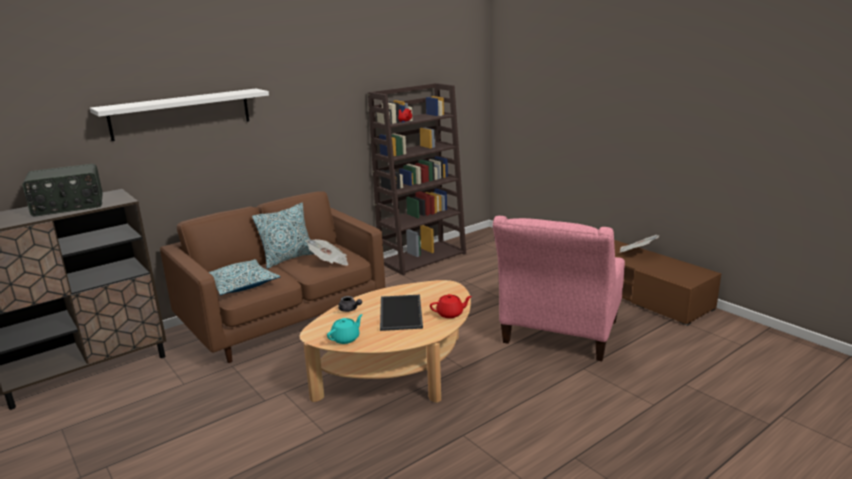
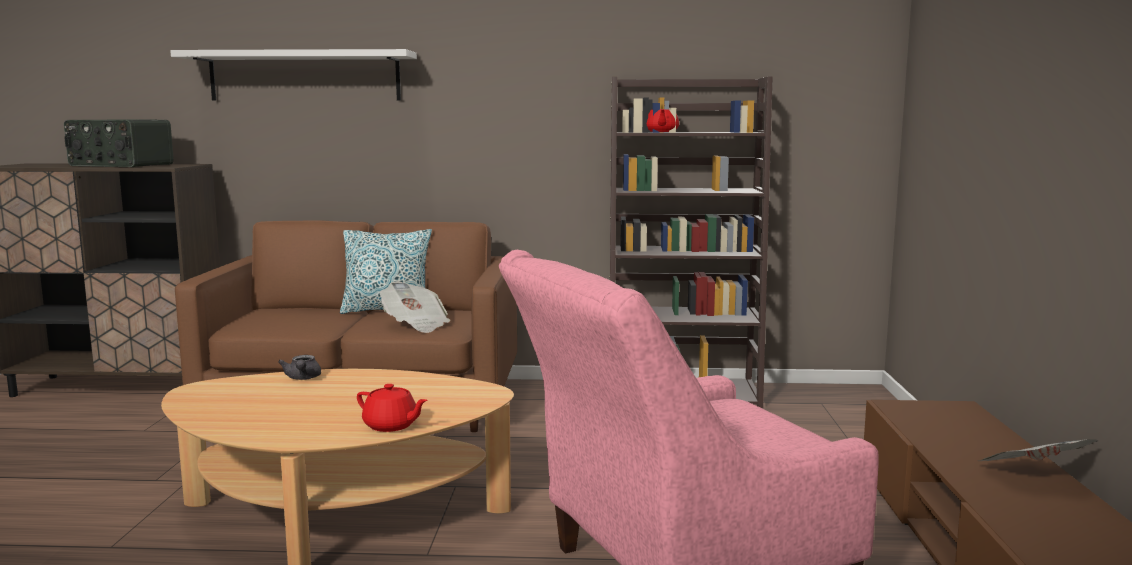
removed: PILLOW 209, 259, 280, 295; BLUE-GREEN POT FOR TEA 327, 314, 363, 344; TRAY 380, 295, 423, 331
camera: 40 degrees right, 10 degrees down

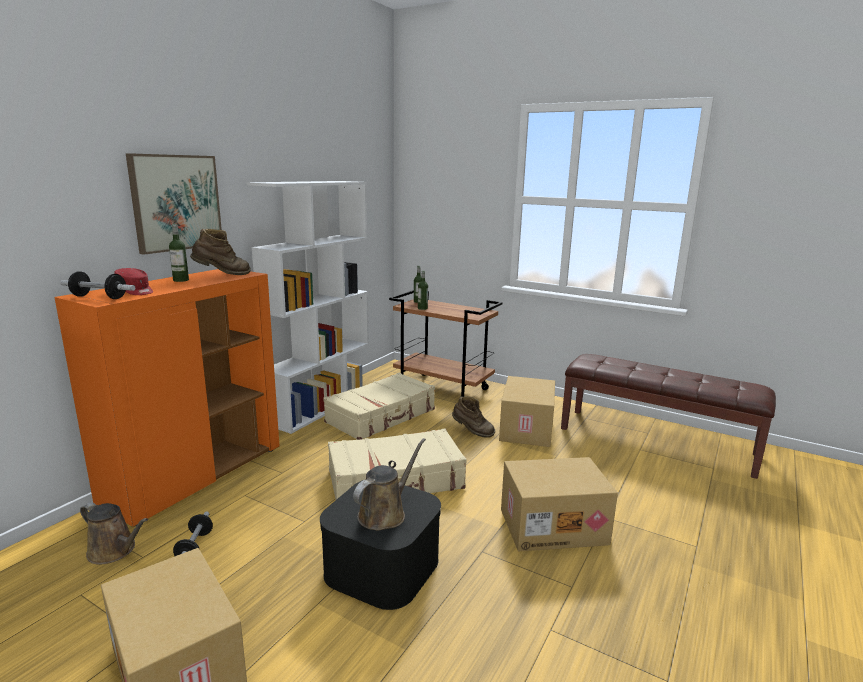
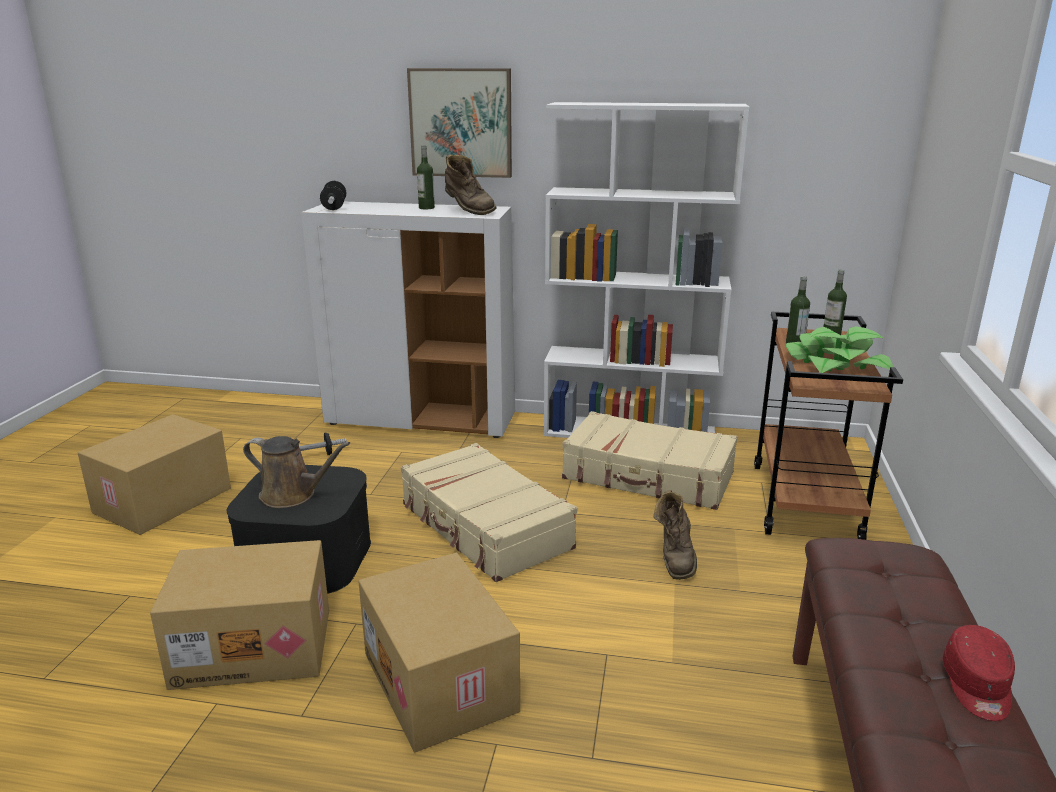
removed: BROWN WATERING POT 80, 502, 148, 564
added: PLANT IN A POT 786, 326, 893, 373
moved: REDDISH BASEBALL CAP 114, 268, 153, 295 to 943, 625, 1015, 721; CARTON 499, 376, 555, 447 to 150, 540, 329, 690
recoloured: ORANGE-COLOURED CUPBOARD 54, 269, 280, 527 to WHITE CUPBOARD 301, 202, 515, 438
camera: 70 degrees right, 5 degrees up

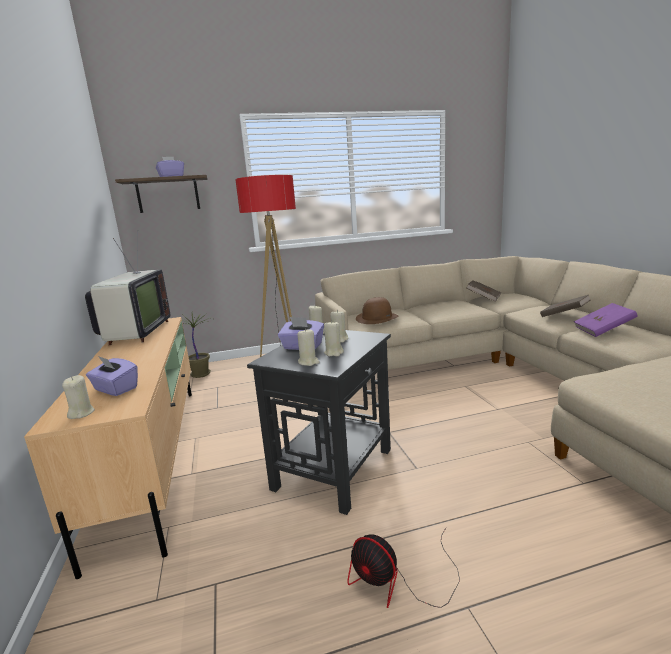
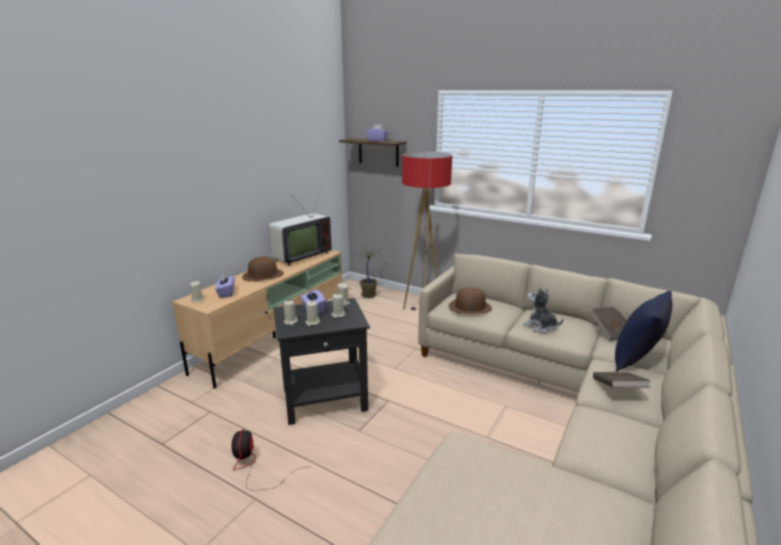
removed: PURPLISH BOUND BOOK 574, 303, 637, 337
added: BROWN CLOTHING HAT 242, 256, 284, 282; CUDDLY TOY 523, 288, 564, 333; BLUE PILLOW 615, 291, 672, 371
camera: 45 degrees right, 5 degrees up

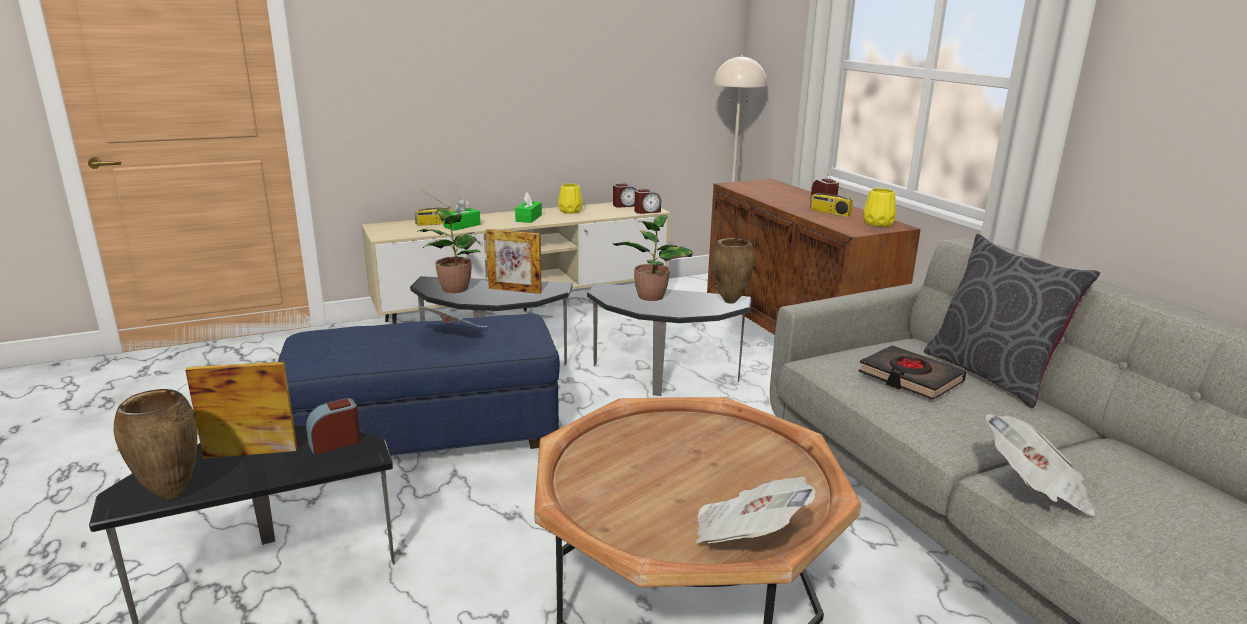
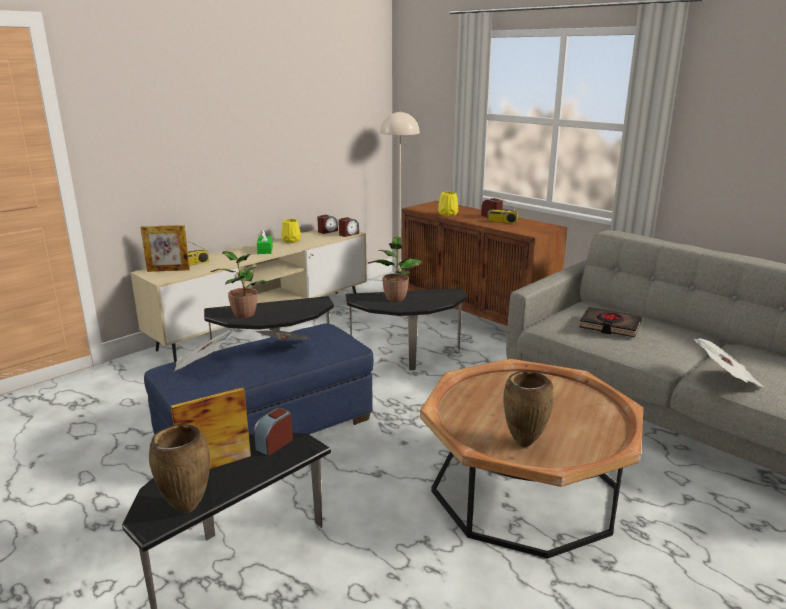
removed: GREENISH TISSUE BOX 443, 199, 480, 231; GREY PILLOW 924, 234, 1100, 408
moved: PHOTO FRAME 486, 229, 542, 294 to 141, 225, 190, 272; PRINTED PAPER 696, 477, 815, 543 to 173, 330, 233, 372; BROWN FLOWER VASE 712, 238, 754, 304 to 504, 371, 554, 447; YELLOWISH FLOWER VASE 863, 188, 896, 227 to 438, 192, 458, 216
camera: 20 degrees left, 0 degrees up

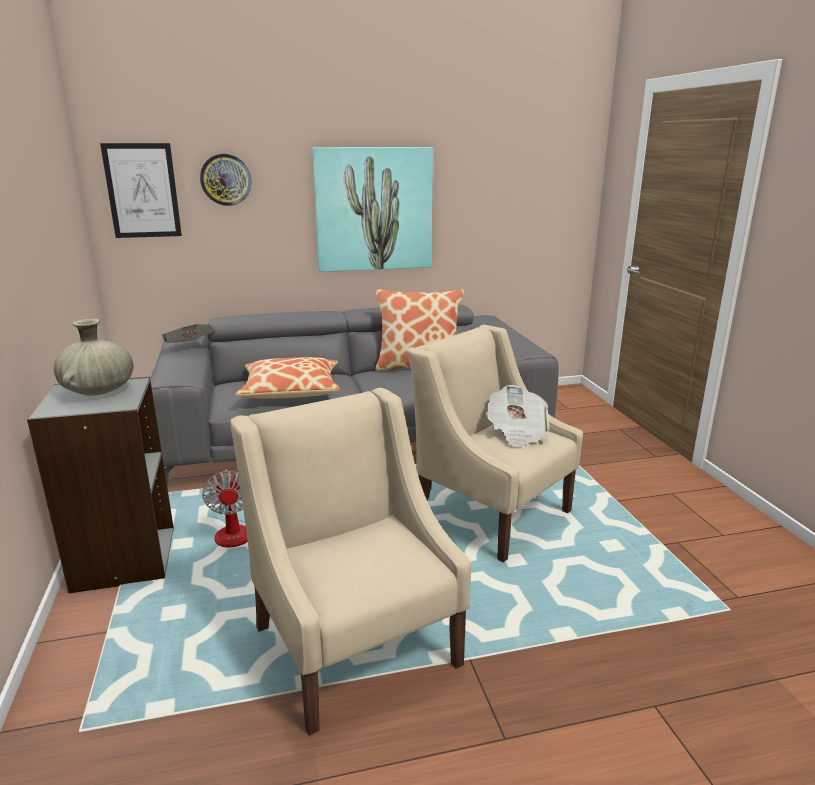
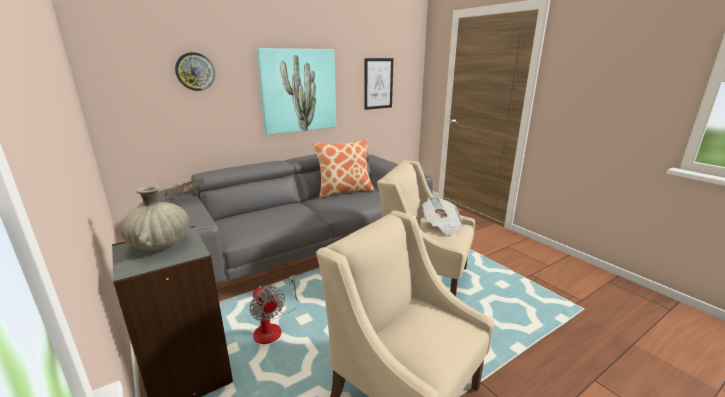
removed: PILLOW 235, 357, 341, 399
moved: WALL ART 100, 143, 182, 238 to 364, 58, 393, 110
camera: 20 degrees left, 0 degrees up

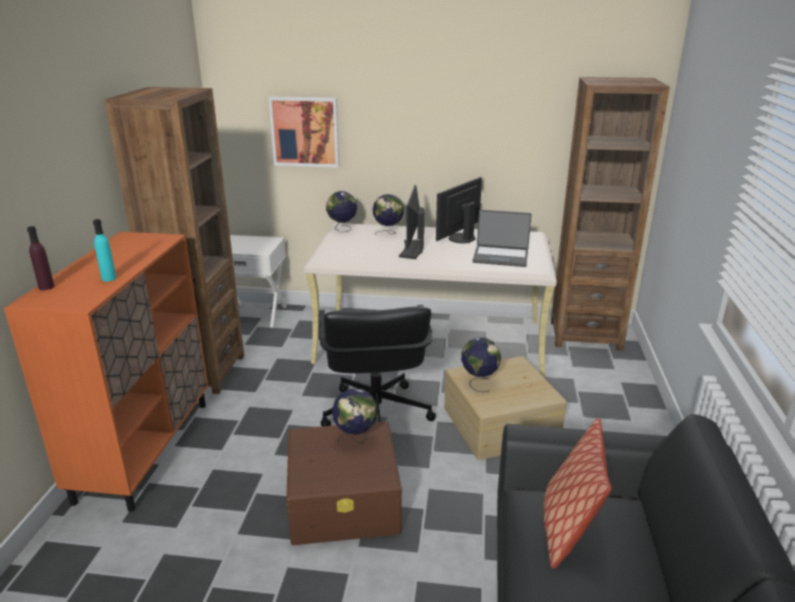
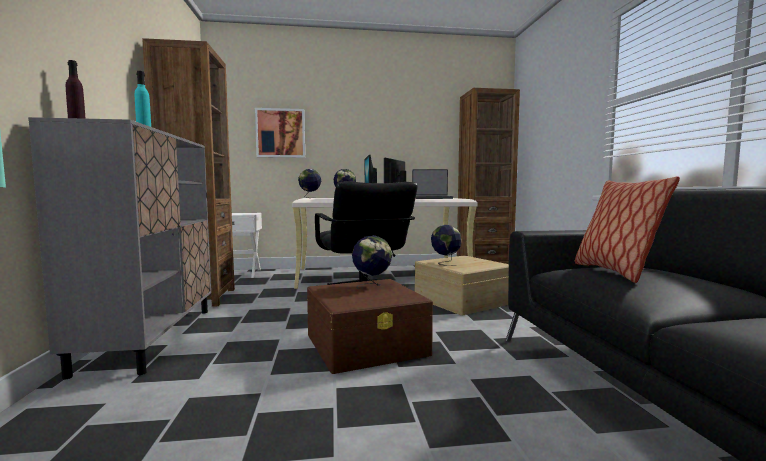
recoloured: ORANGE-COLOURED CUPBOARD 4, 232, 208, 512 to GREY CUPBOARD 28, 117, 211, 380
camera: 15 degrees left, 20 degrees down

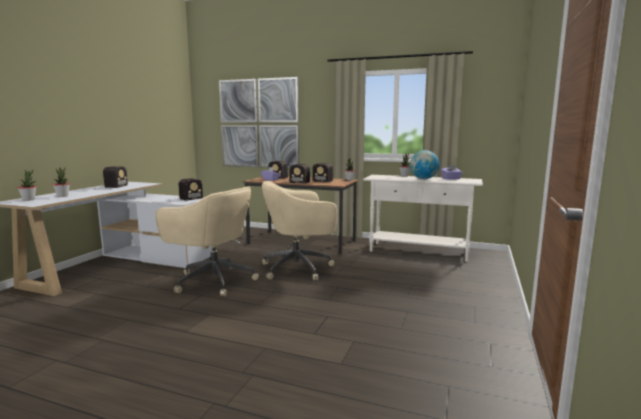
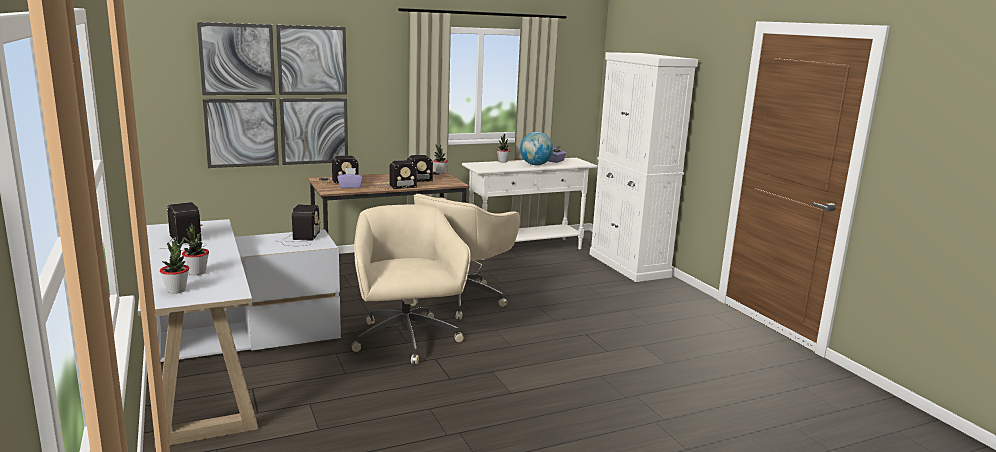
added: WHITE CUPBOARD 590, 52, 698, 282
turned: SAND-COLOURED DESK CHAIR 155, 186, 259, 296 = 352, 205, 471, 364 90 degrees counterclockwise
camera: 45 degrees left, 5 degrees up

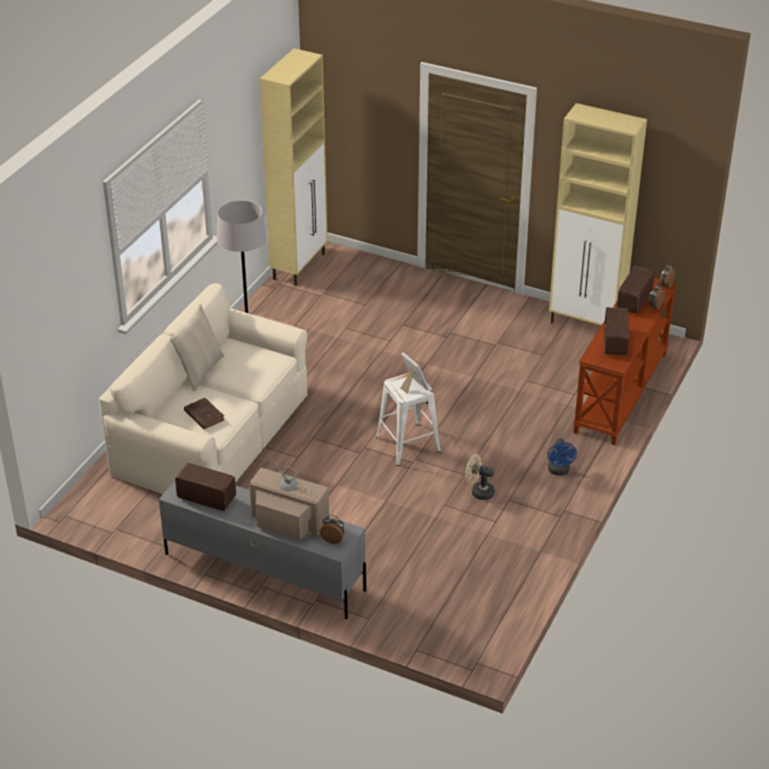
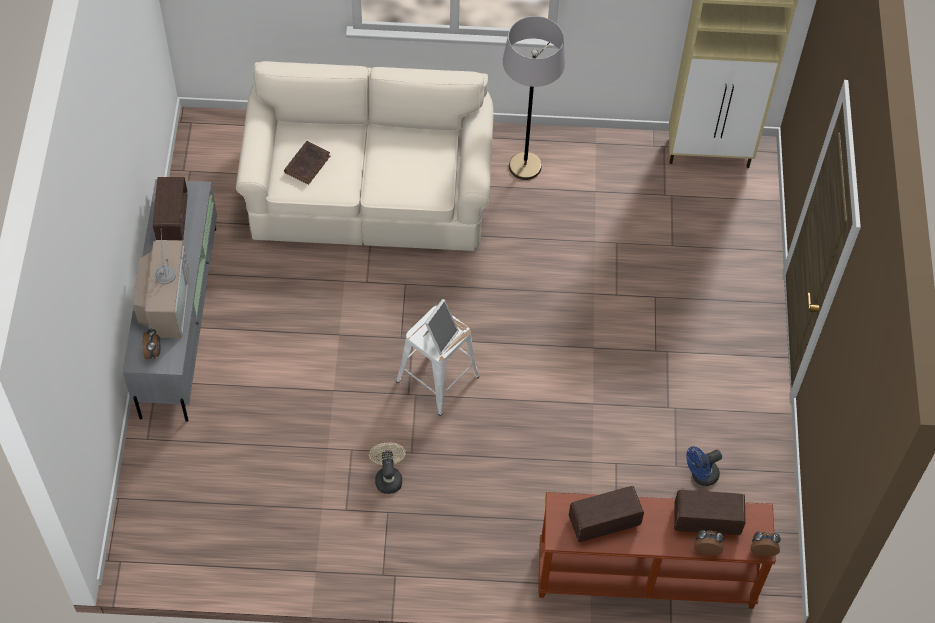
removed: SAND-COLOURED PILLOW 170, 304, 224, 391; SAND-COLOURED CUPBOARD 549, 103, 647, 325
moved: BLUE COOLING FAN 547, 438, 577, 475 to 686, 446, 722, 486
camera: 65 degrees right, 20 degrees up

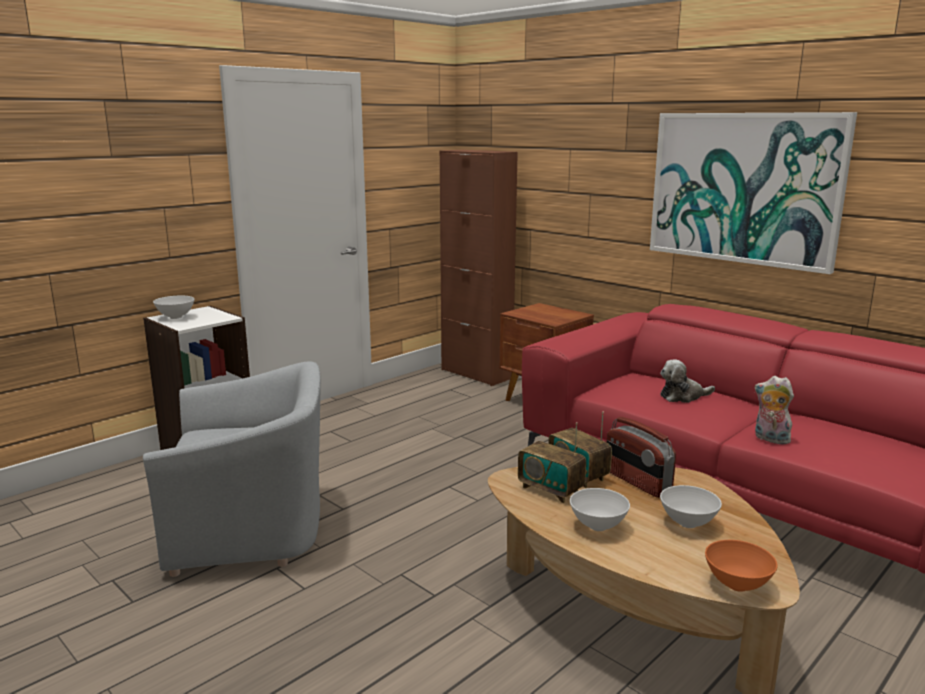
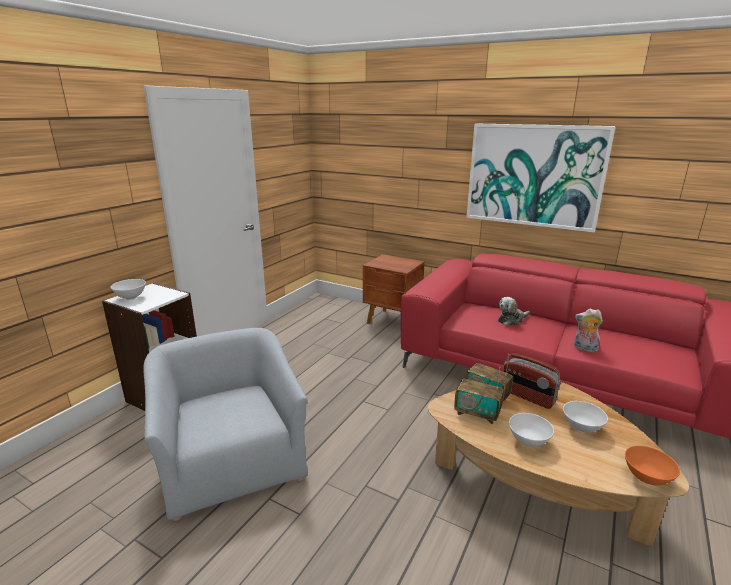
removed: BROWN CUPBOARD 440, 150, 518, 386
turned: GREY EASY CHAIR 143, 362, 321, 577 = 143, 328, 308, 521 90 degrees counterclockwise
camera: 15 degrees left, 5 degrees up

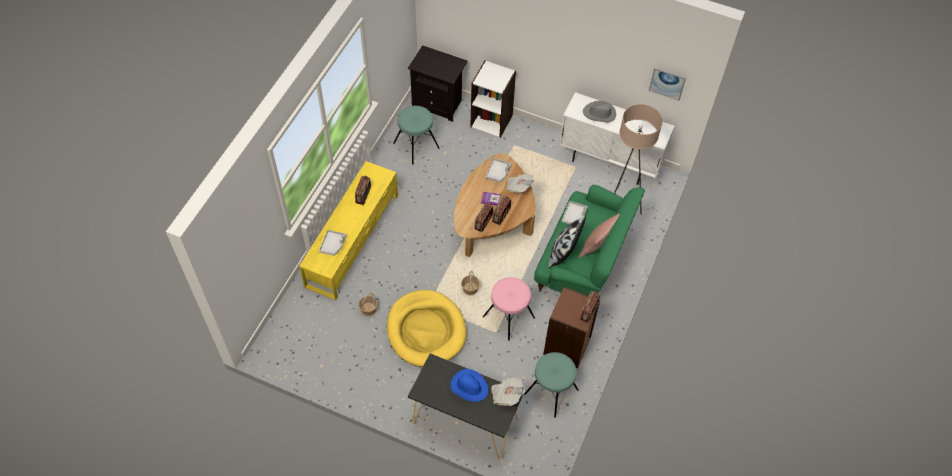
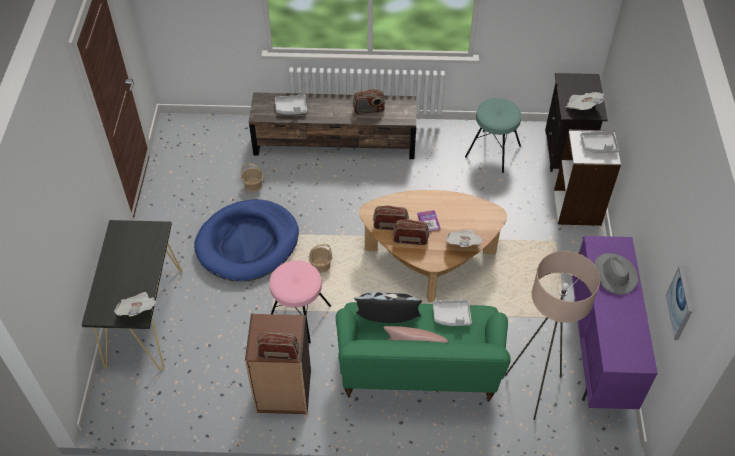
removed: BLUE CLOTHING HAT 450, 369, 489, 402; BLUE-GREEN STOOL 524, 352, 579, 418
added: PRINTED PAPER 566, 92, 604, 110
moved: GREY TRAY 485, 158, 511, 182 to 580, 131, 619, 153
recoloured: YELLOWISH TV UNIT 299, 161, 398, 300 to BROWN TV UNIT 249, 92, 416, 159; YELLOWISH DOG CUSHION 387, 290, 466, 367 to BLUE DOG CUSHION 194, 199, 299, 281; WHITE CUPBOARD 559, 92, 675, 185 to PURPLISH CUPBOARD 572, 236, 658, 409
camera: 70 degrees right, 5 degrees down

